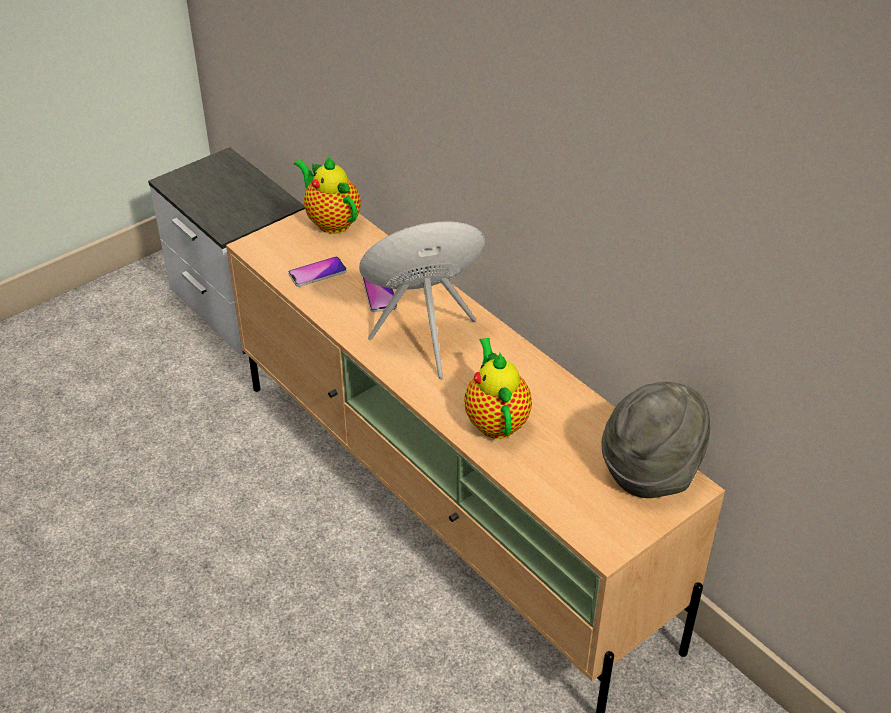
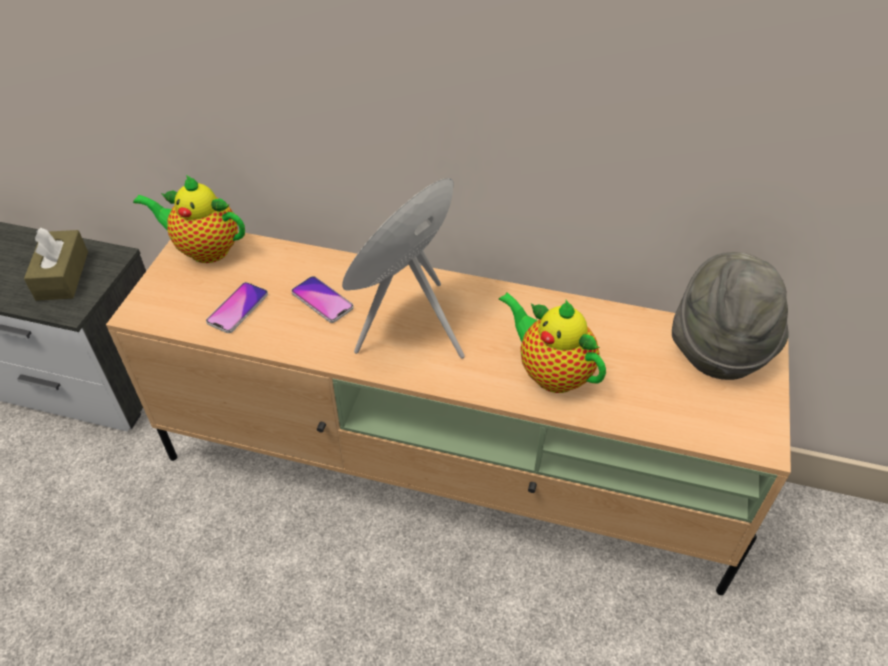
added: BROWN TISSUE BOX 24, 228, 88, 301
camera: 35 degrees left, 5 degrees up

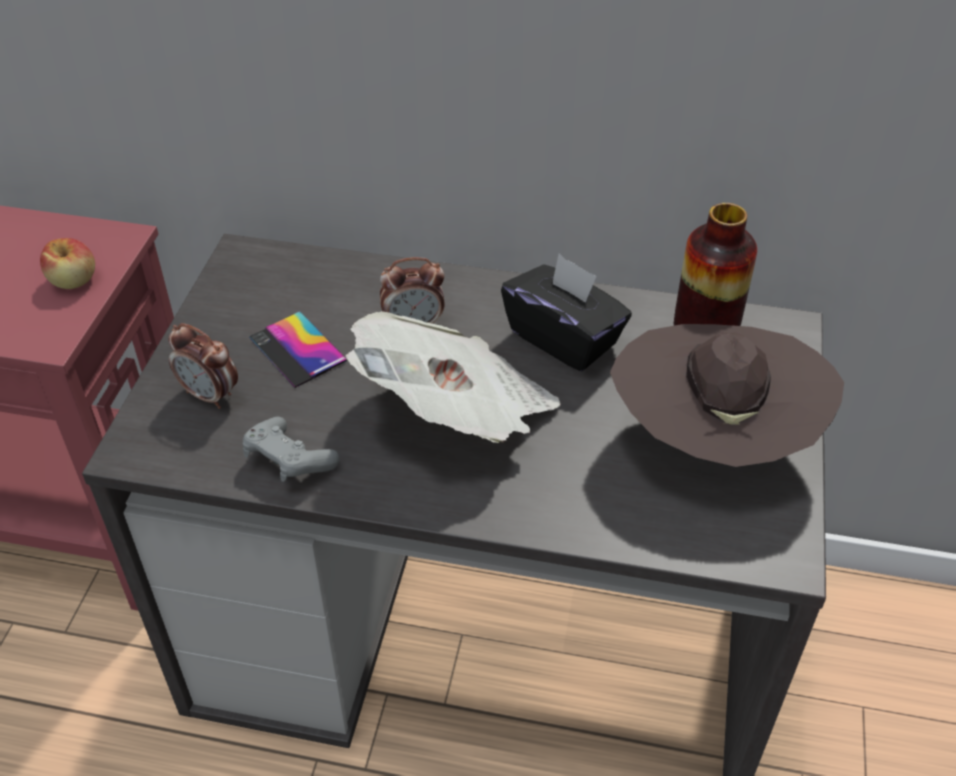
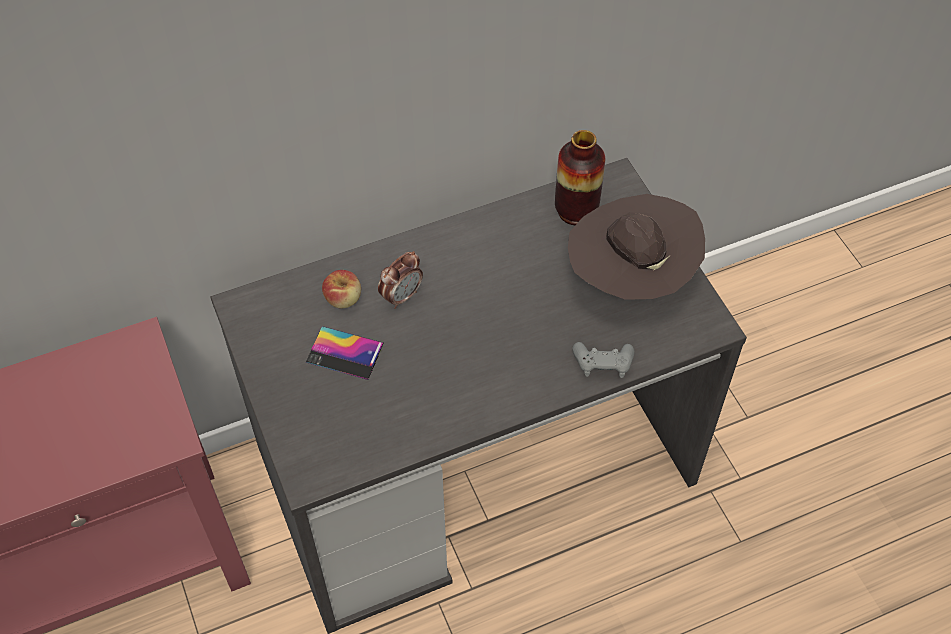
removed: BEDSIDE CLOCK 168, 323, 238, 409; PRINTED PAPER 345, 311, 560, 443; BLACK TISSUE BOX 501, 254, 632, 371
moved: WHOLE APPLE 40, 238, 95, 289 to 322, 270, 361, 308; GREY GAMEPAD 243, 417, 339, 482 to 572, 342, 635, 378
camera: 35 degrees left, 10 degrees up

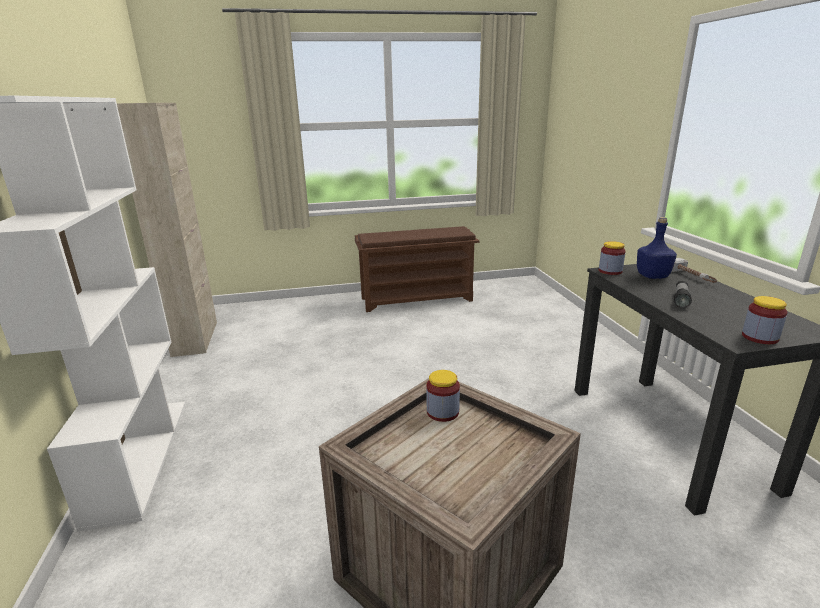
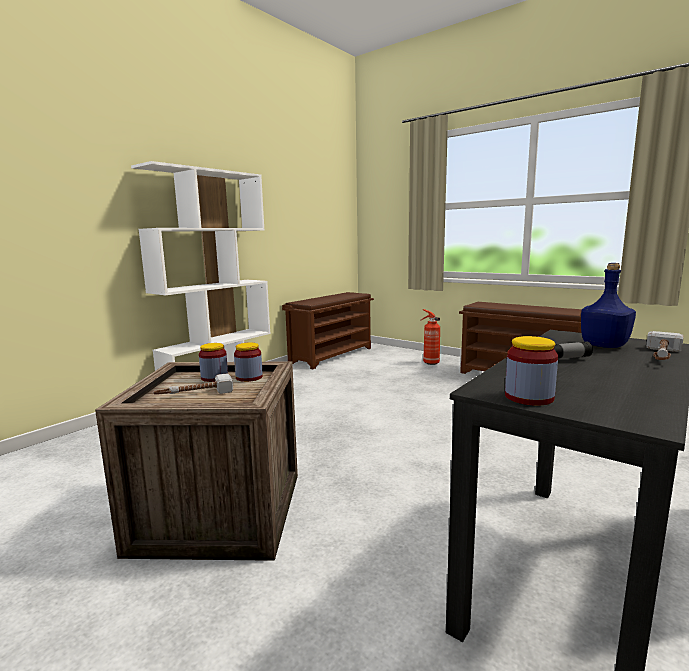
added: HAMMER 153, 373, 233, 394; FIRE EXTINGUISHER 421, 309, 440, 365
moved: STORAGE JAR 599, 241, 626, 275 to 199, 343, 228, 382
replaced: SAND-COLOURED CUPBOARD 117, 103, 217, 357 to BROWN SHOE RACK 282, 292, 374, 369
camera: 50 degrees right, 10 degrees down

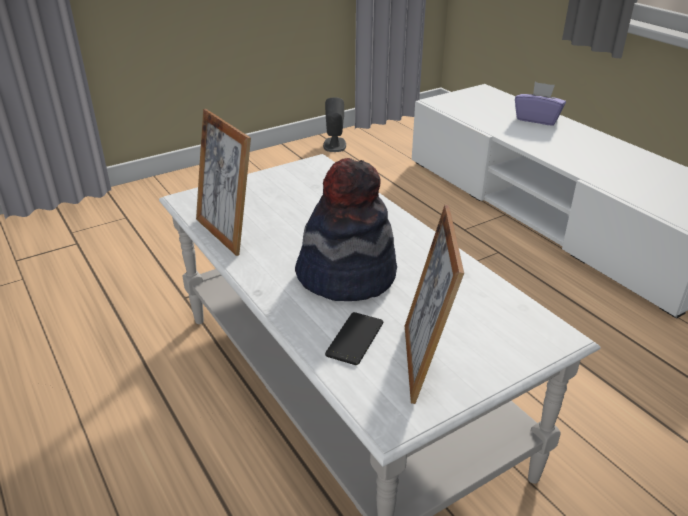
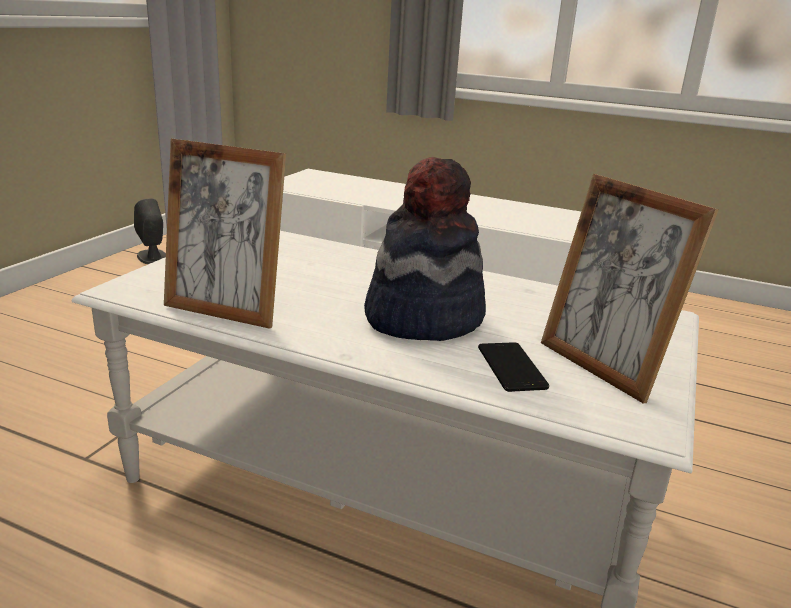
removed: PURPLISH TISSUE BOX 515, 82, 566, 126
camera: 35 degrees left, 10 degrees down

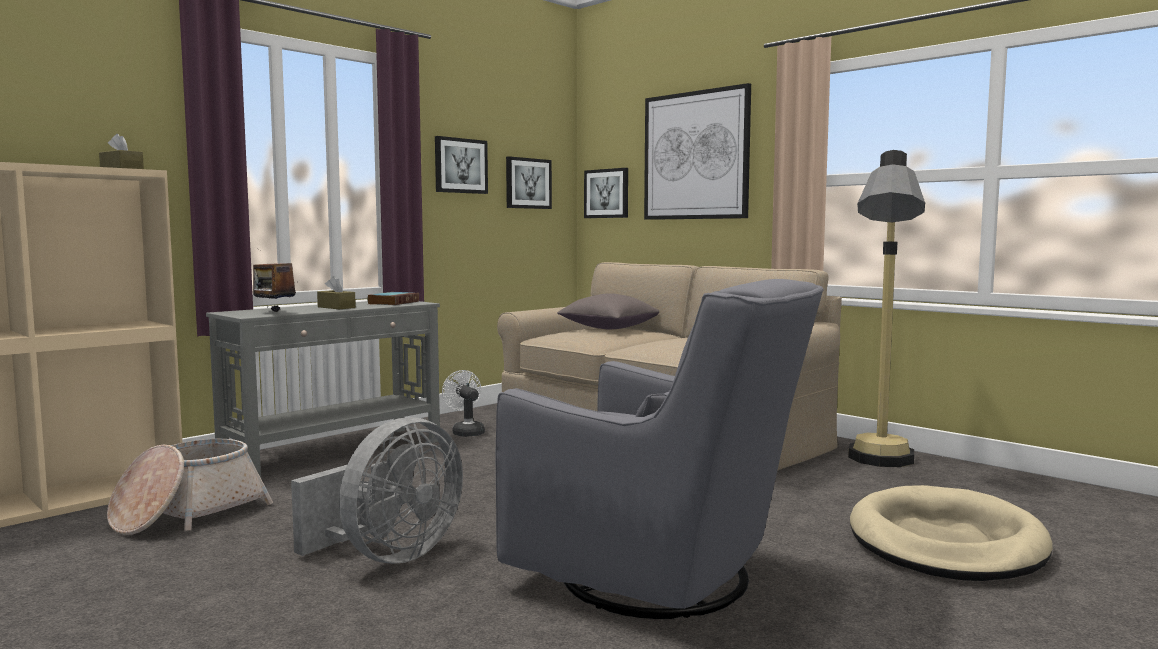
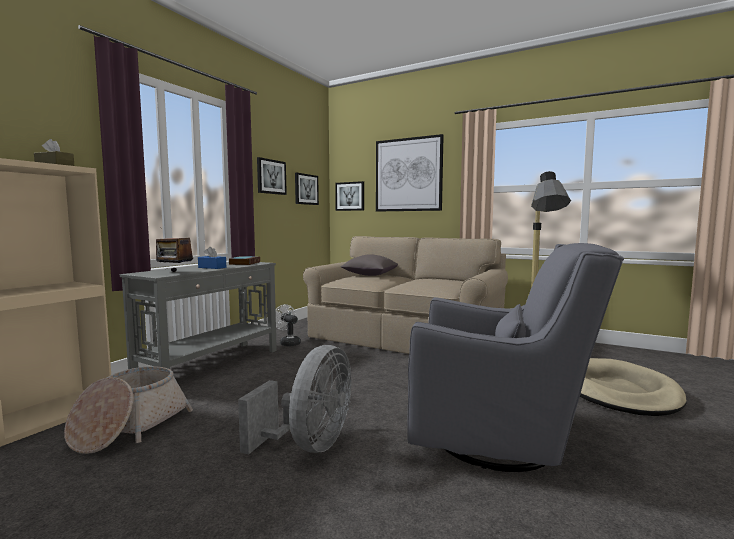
recoloured: BROWN TISSUE BOX 317, 276, 356, 309 to BLUE TISSUE BOX 198, 247, 226, 269
camera: 15 degrees left, 0 degrees up

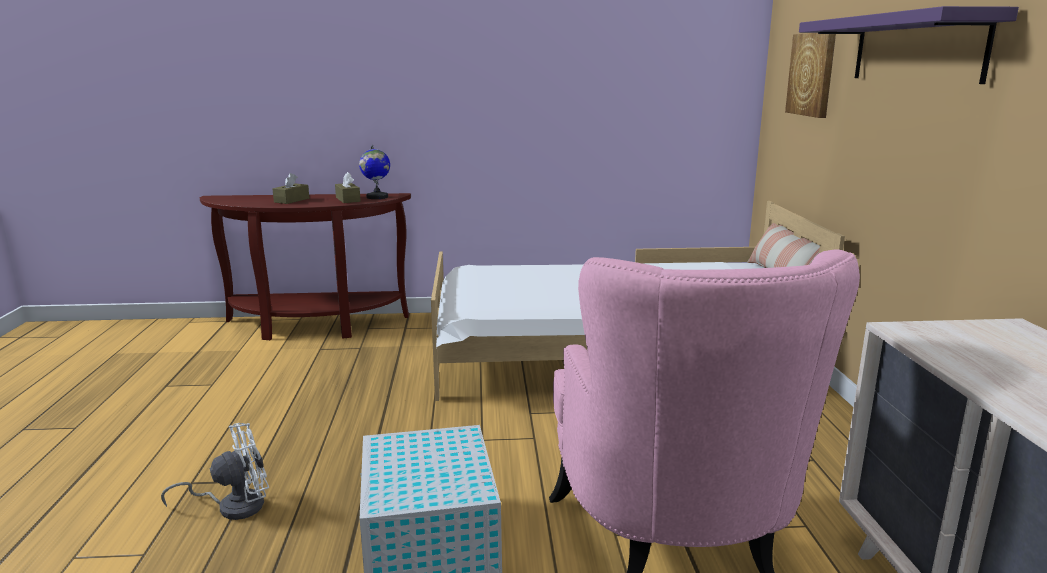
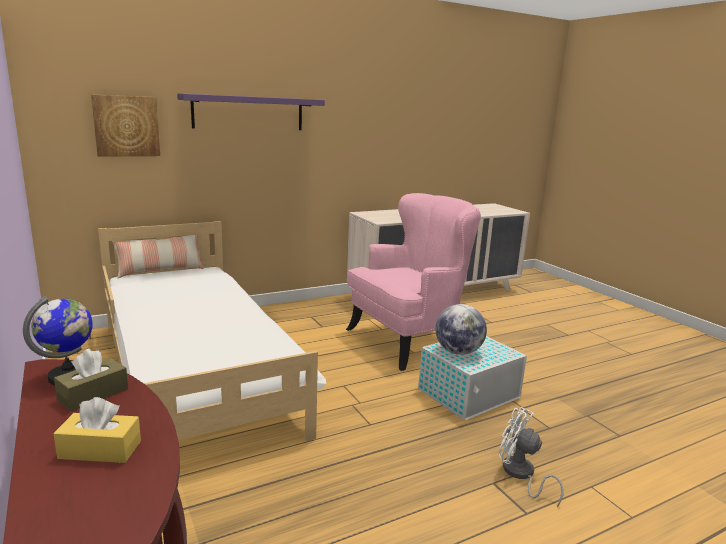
added: DESK GLOBE 435, 304, 487, 355
recoloured: BROWN TISSUE BOX 273, 173, 309, 204 to YELLOWISH TISSUE BOX 53, 397, 141, 463
camera: 115 degrees left, 0 degrees up

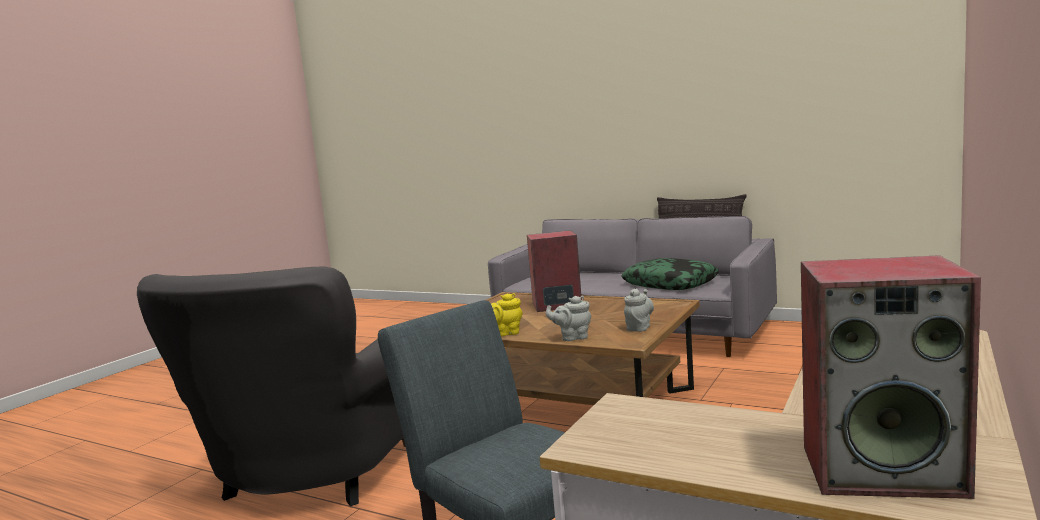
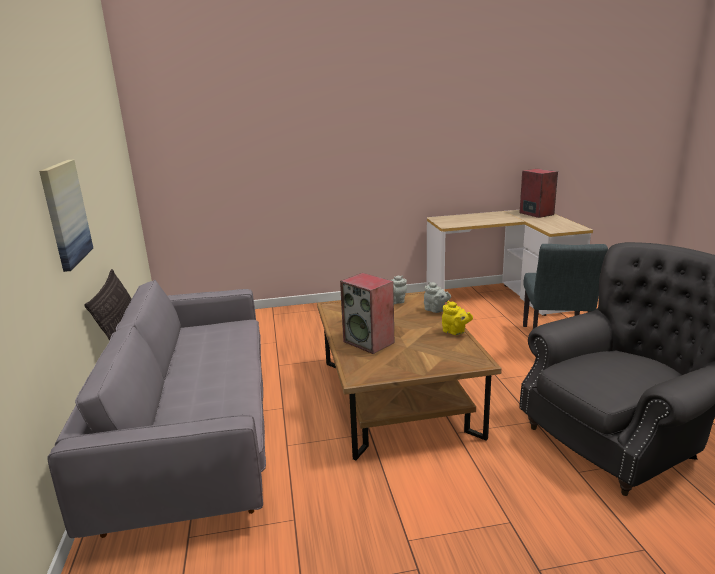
removed: PILLOW 621, 258, 719, 290
added: WALL ART 39, 160, 93, 272
camera: 130 degrees left, 10 degrees up

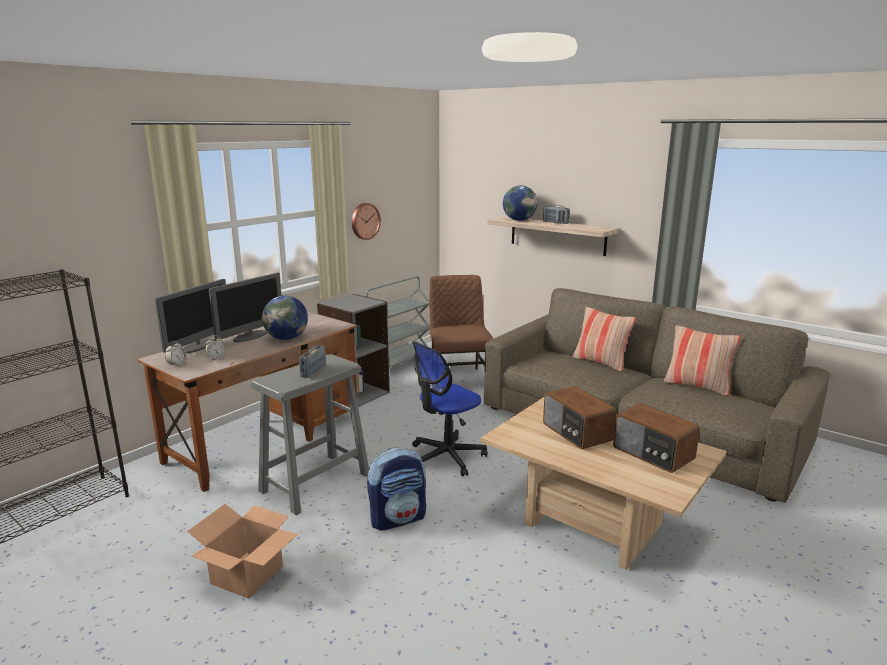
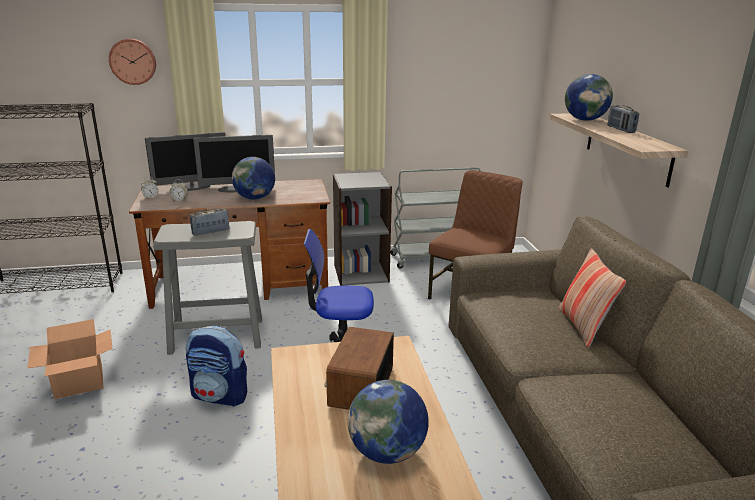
removed: PILLOW 664, 325, 741, 396
moved: HANGING CLOCK 352, 203, 381, 240 to 109, 39, 156, 85
replaced: RADIO 613, 403, 700, 473 to DESK GLOBE 348, 380, 429, 464
camera: 40 degrees right, 5 degrees up

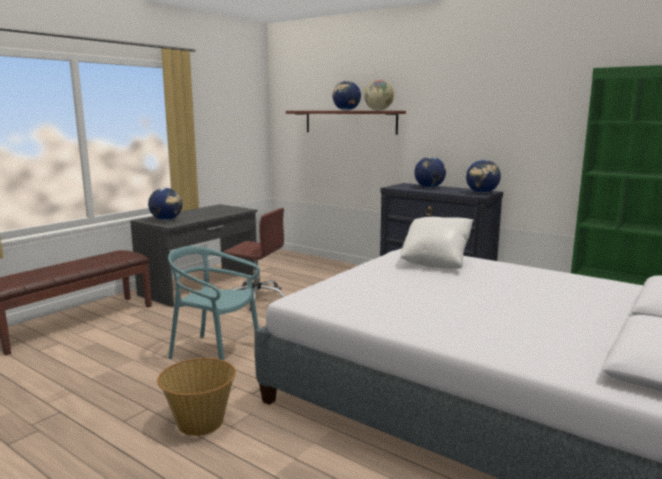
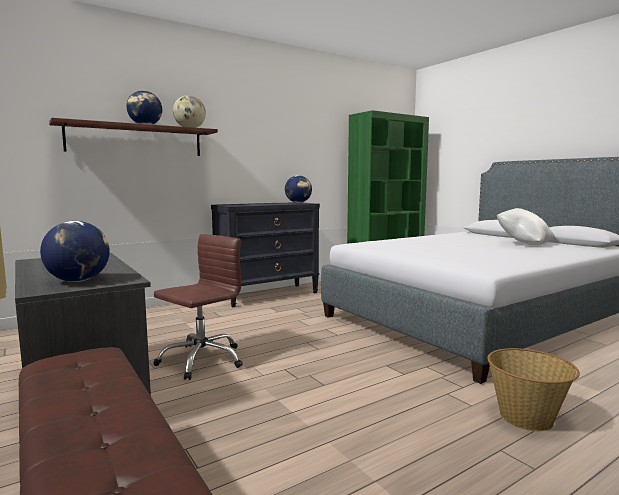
removed: BLUE-GREEN UPRIGHT CHAIR 168, 246, 260, 360; DESK GLOBE 414, 157, 446, 188
moved: WHITE PILLOW 400, 217, 474, 269 to 497, 208, 555, 245
camera: 70 degrees left, 5 degrees down

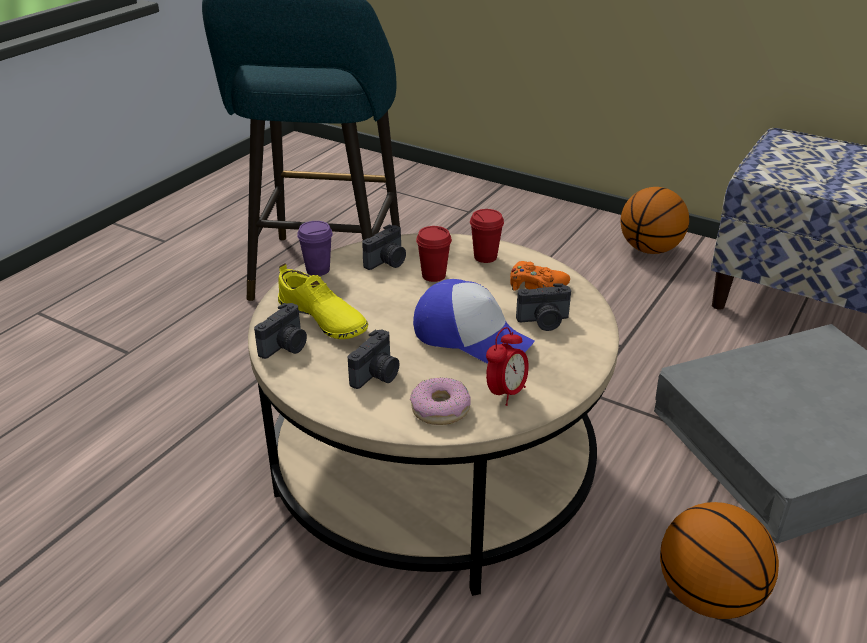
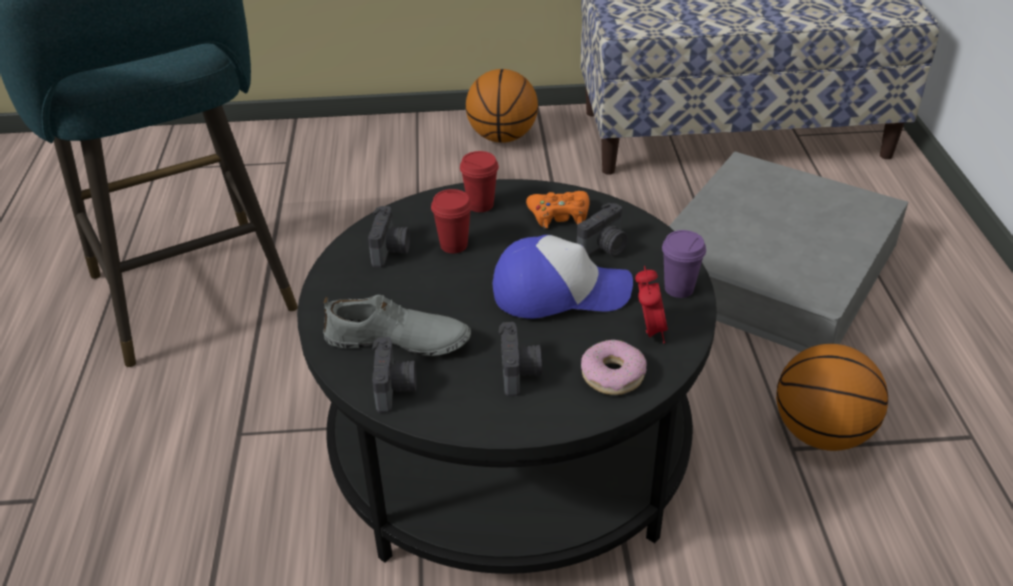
moved: PURPLISH DRINKING CUP 297, 221, 333, 276 to 662, 230, 706, 298
recoloured: SAND-COLOURED COFFEE TABLE 248, 233, 619, 596 to BLACK COFFEE TABLE 297, 179, 717, 574; YELLOWISH LOW SHOE 278, 263, 368, 339 to GREY LOW SHOE 323, 295, 471, 356
camera: 35 degrees left, 5 degrees up

